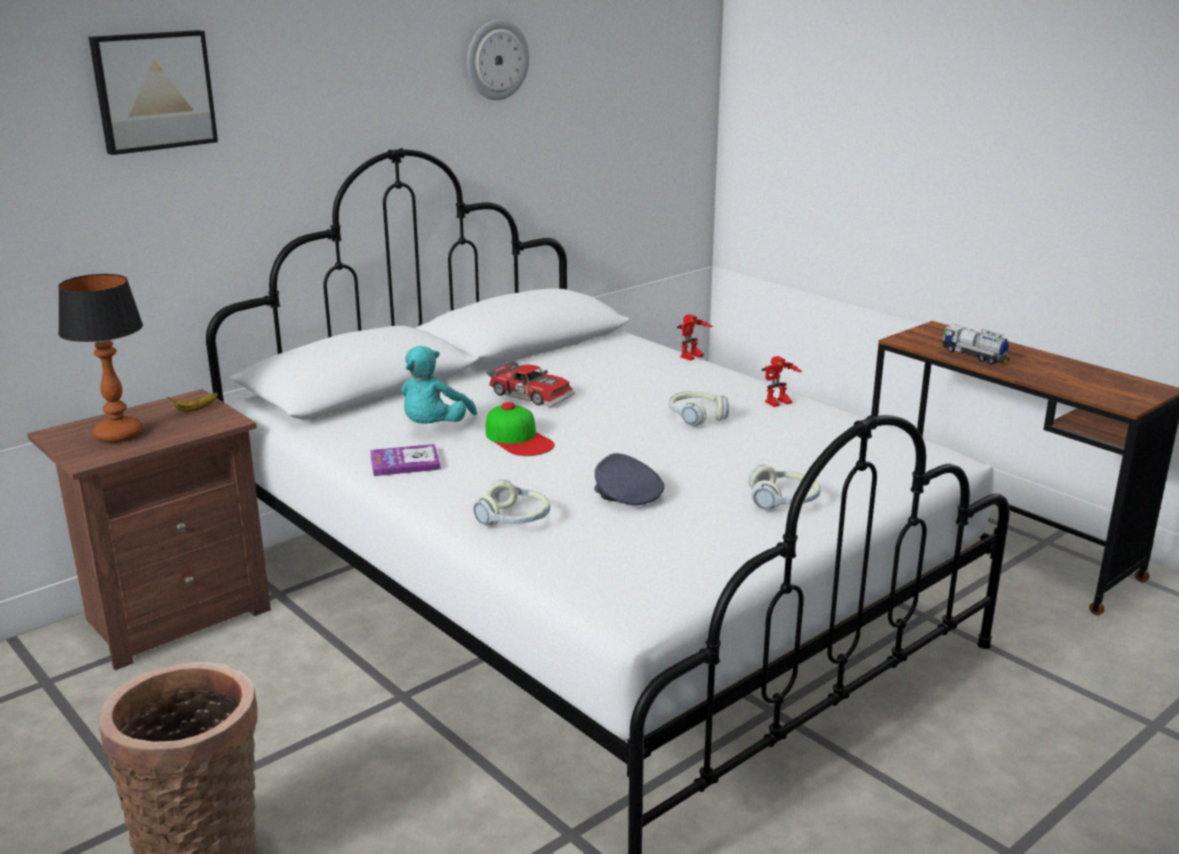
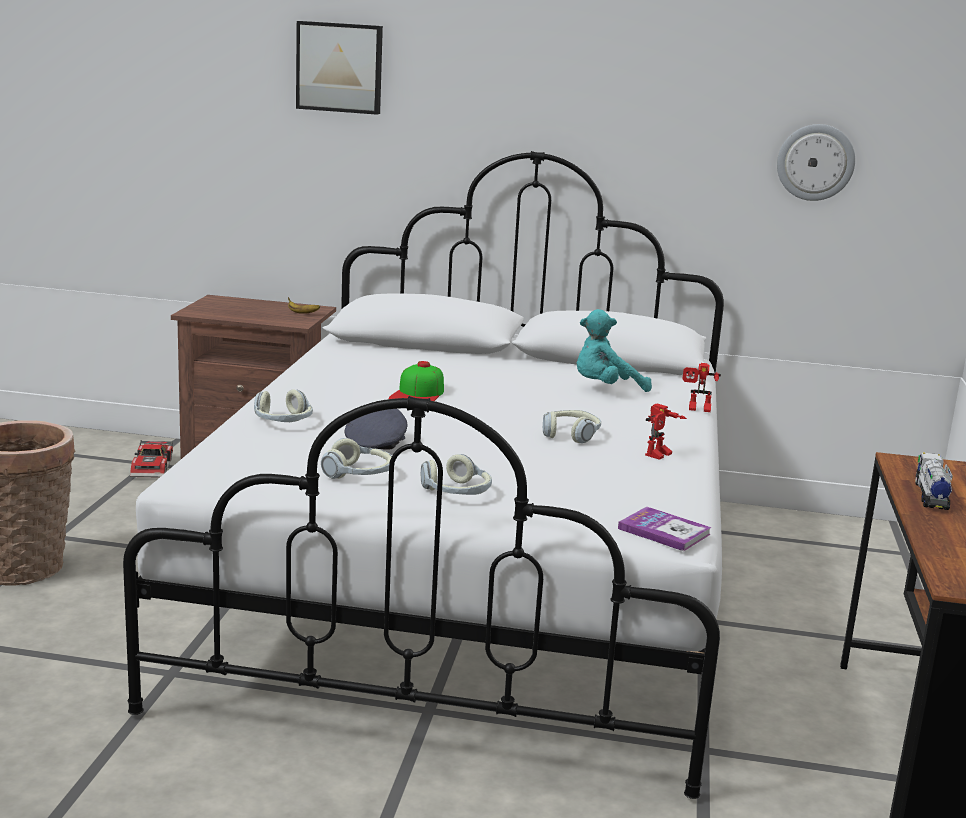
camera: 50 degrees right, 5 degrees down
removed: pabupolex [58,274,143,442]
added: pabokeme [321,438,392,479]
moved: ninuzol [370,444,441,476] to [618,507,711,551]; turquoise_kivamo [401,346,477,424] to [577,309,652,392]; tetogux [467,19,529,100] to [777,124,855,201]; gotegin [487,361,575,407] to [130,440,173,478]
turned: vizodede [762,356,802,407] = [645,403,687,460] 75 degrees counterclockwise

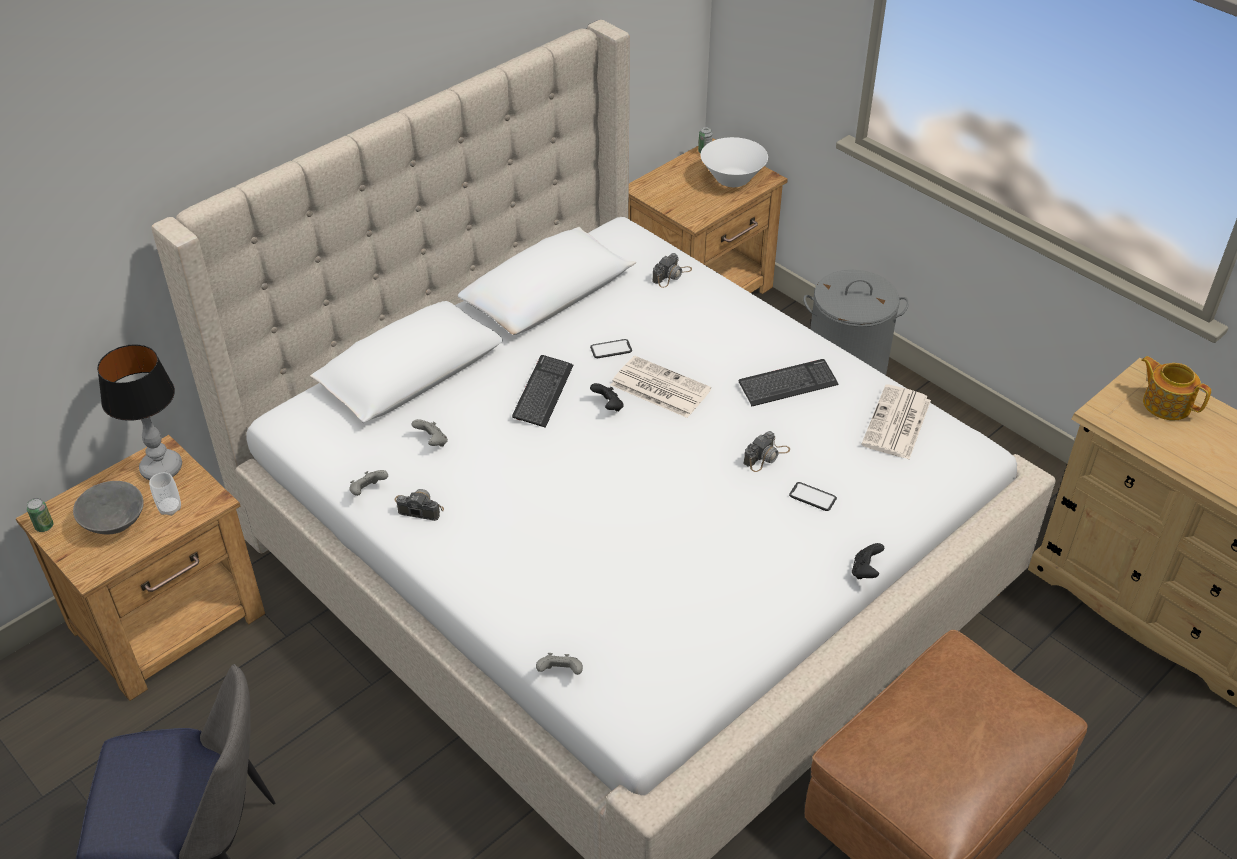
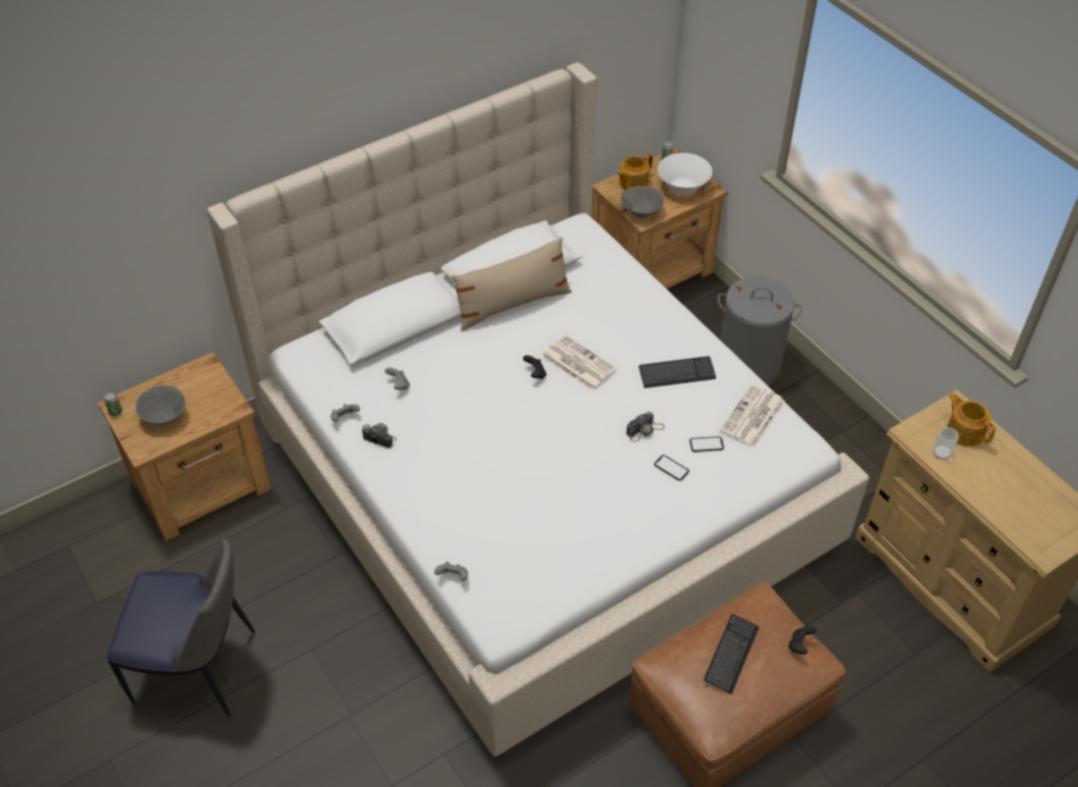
camera: 10 degrees right, 5 degrees up
removed: pabupolex [97,344,182,480]; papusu [652,253,692,288]
added: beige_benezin [451,237,572,331]; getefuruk [617,153,653,190]; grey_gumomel [621,186,664,218]
moved: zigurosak [149,472,181,516] to [933,427,959,461]; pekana [512,355,573,428] to [704,614,759,695]; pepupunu [590,339,632,358] to [689,436,724,452]; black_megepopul [852,543,884,579] to [788,626,816,654]

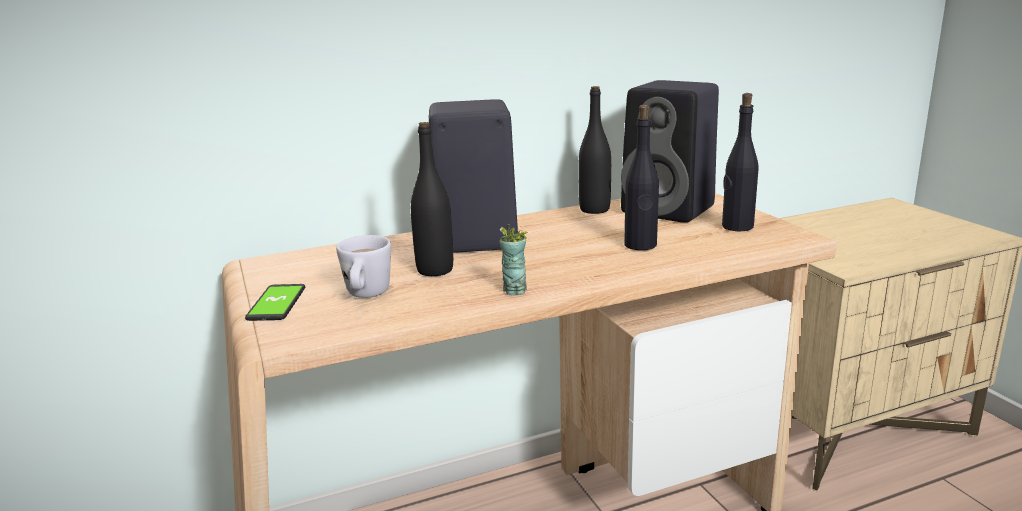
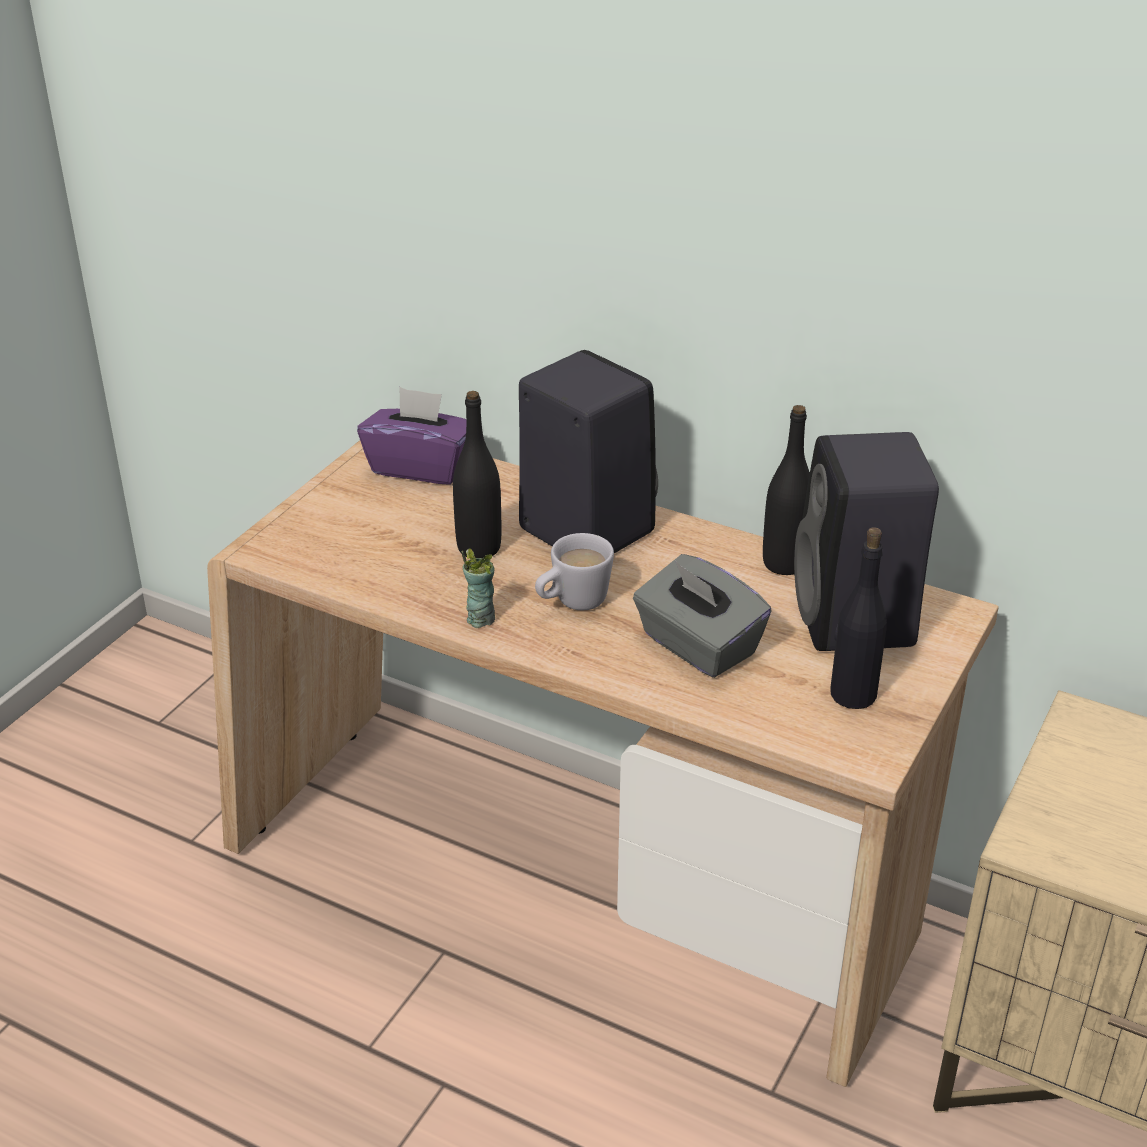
camera: 50 degrees right, 15 degrees up
removed: pepupunu [245,284,305,321]
added: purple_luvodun [357,387,466,485]
moved: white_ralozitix [336,235,391,298] to [535,533,614,610]
replaced: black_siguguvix [624,105,659,250] to grey_luvodun [633,554,772,678]

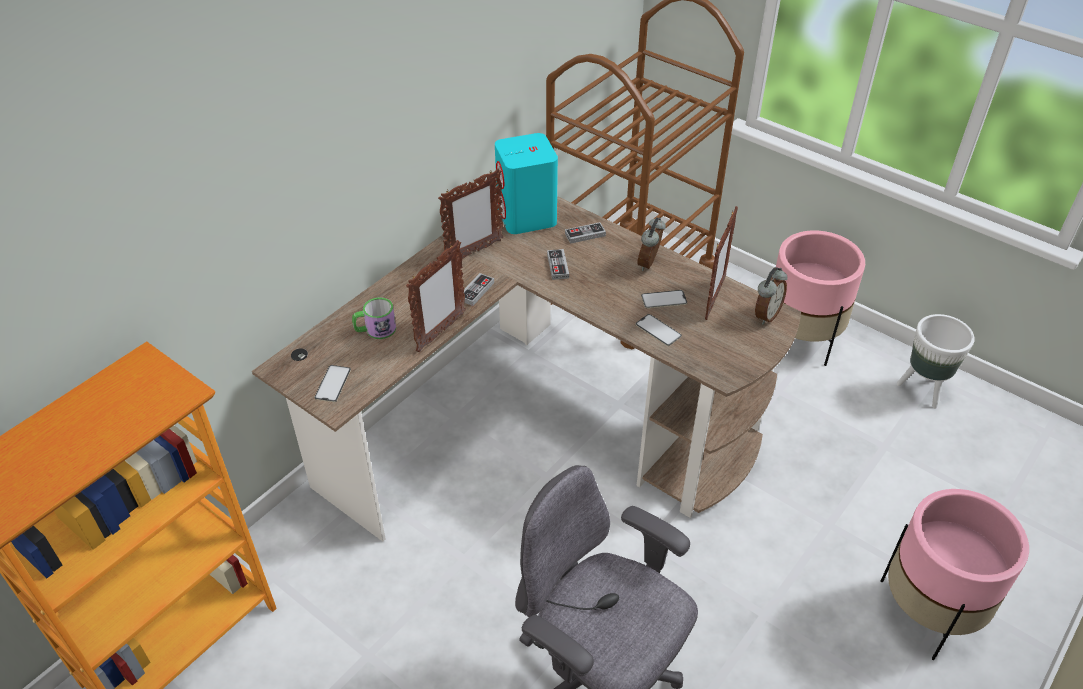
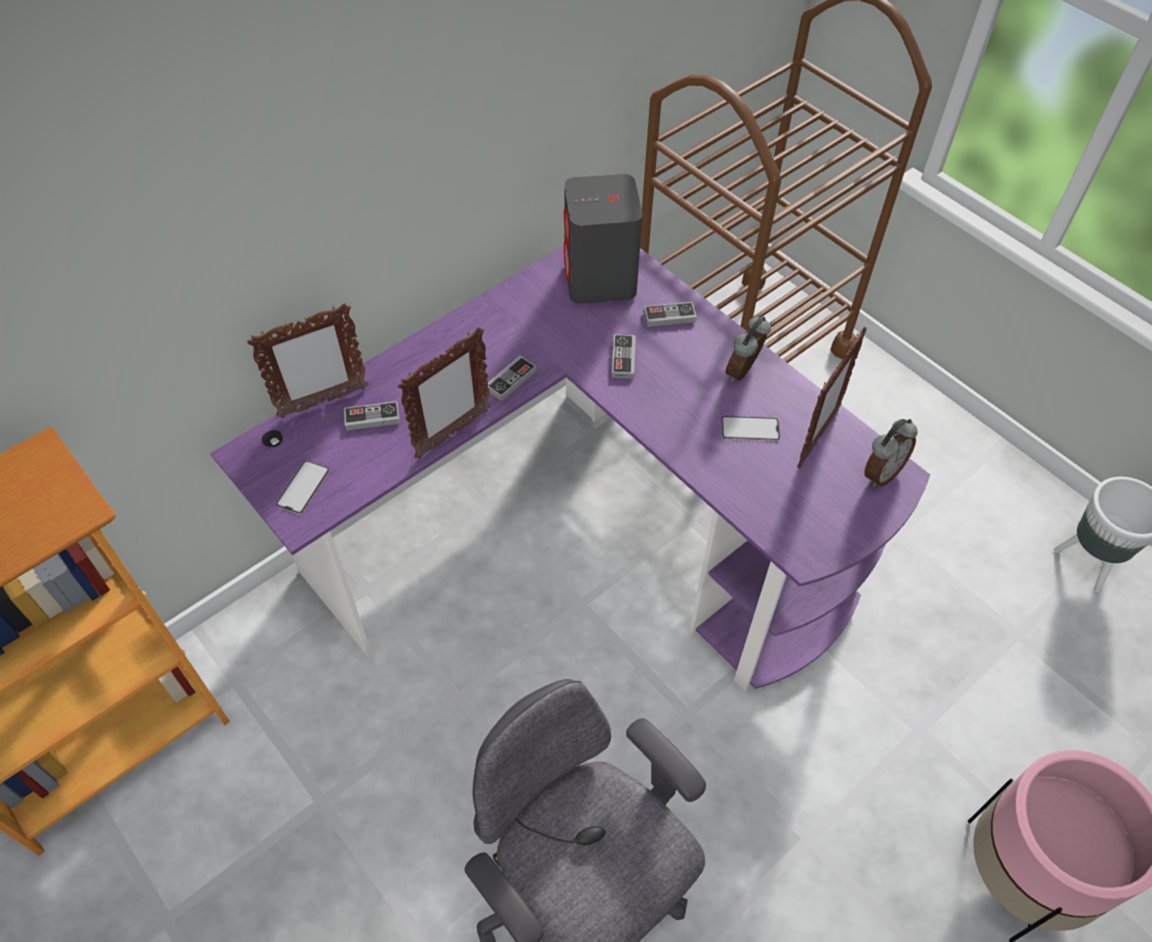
camera: 10 degrees right, 10 degrees up
removed: pepupunu [635,314,682,346]; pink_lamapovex [776,230,865,366]
moved: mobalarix [438,168,504,259] to [247,303,368,418]
replaced: ralozitix [352,297,396,339] to megepopul [344,401,400,431]
recoloured: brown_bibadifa [252,196,801,541] to purple_bibadifa [210,246,930,691]; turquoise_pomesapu [495,133,558,234] to grey_pomesapu [564,174,643,304]

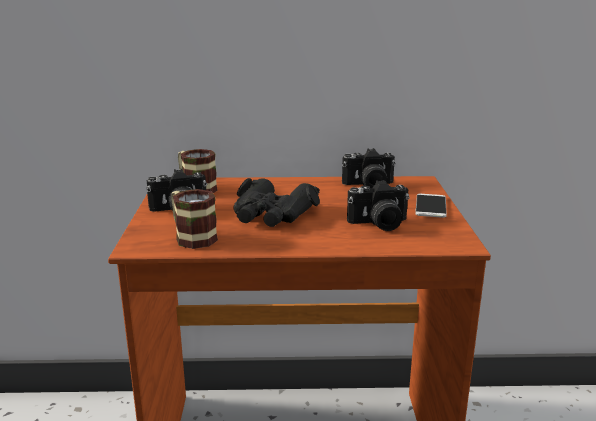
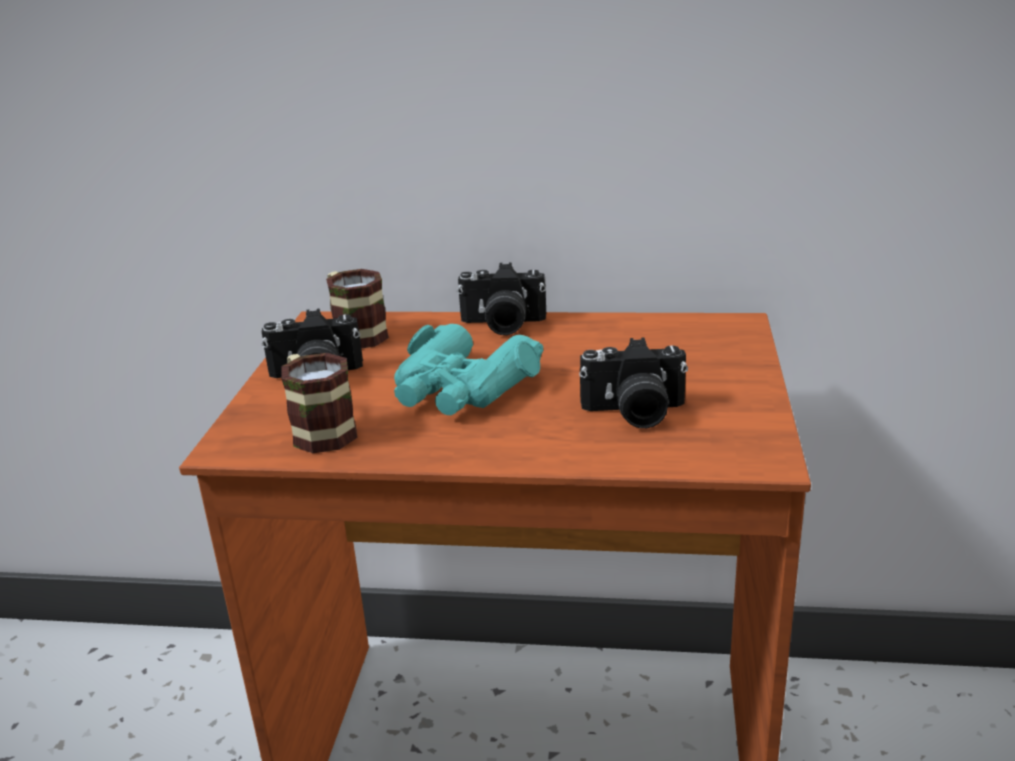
camera: 10 degrees right, 5 degrees up
removed: pepupunu [415,194,447,218]
moved: papusu [342,148,396,188] to [457,262,546,335]
recoloured: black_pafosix [233,178,320,227] to turquoise_pafosix [394,324,544,415]

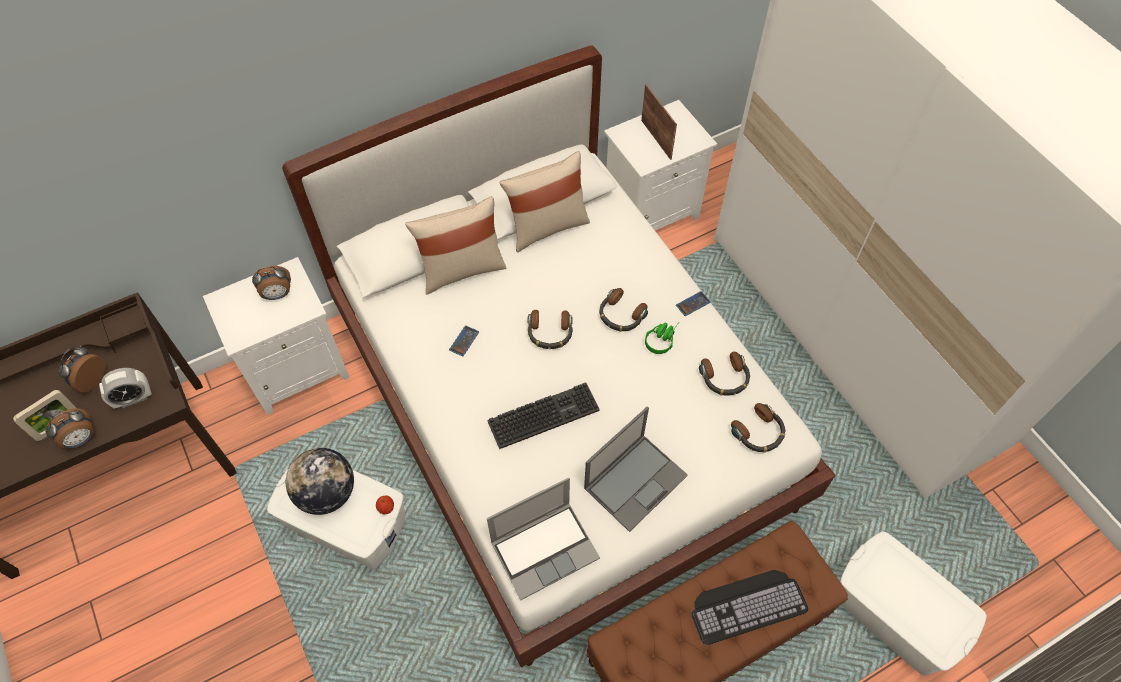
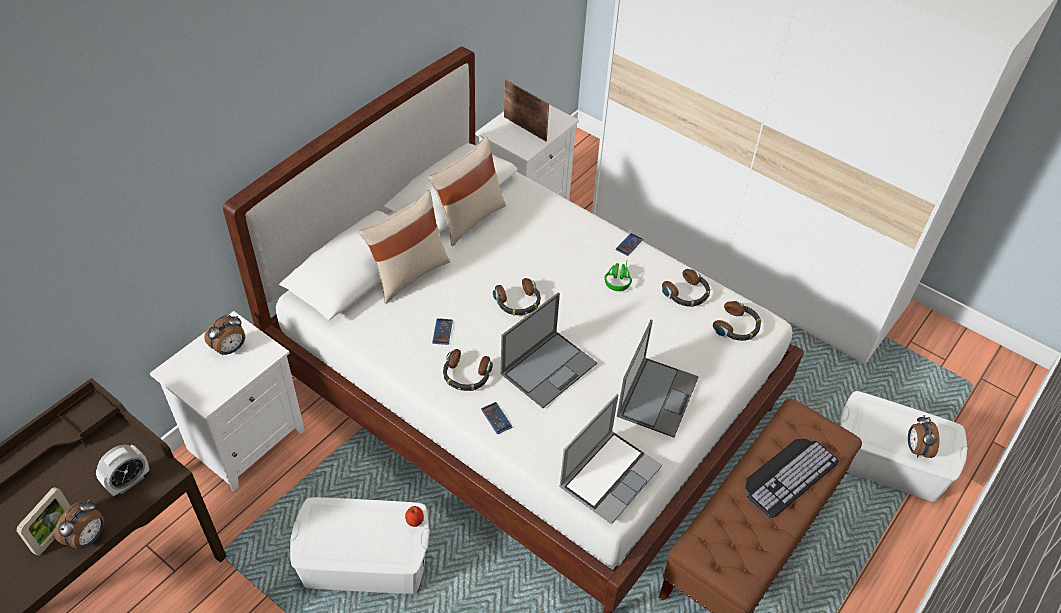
camera: 25 degrees left, 10 degrees down
removed: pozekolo [286,448,354,515]
added: pepupunu [481,402,512,434]
moved: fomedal [58,346,106,393] to [908,415,940,458]; pabokeme [599,288,648,332] to [443,349,493,391]
replaced: pekana [487,382,600,449] to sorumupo [501,292,597,408]

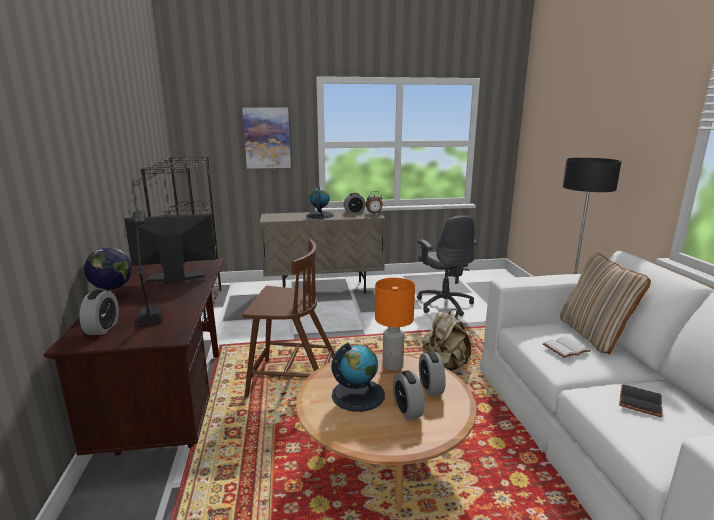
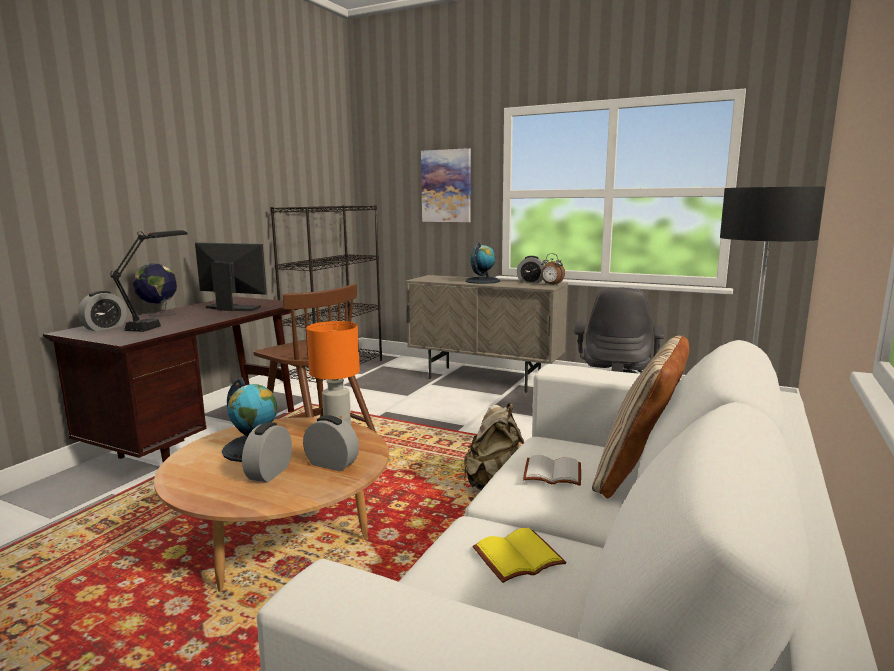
camera: 35 degrees right, 5 degrees down
recoloured: black_ninuzol [619,384,662,418] to yellow_ninuzol [473,528,567,583]
turned: fomedal [419,351,446,396] = [303,415,359,471] 90 degrees clockwise

